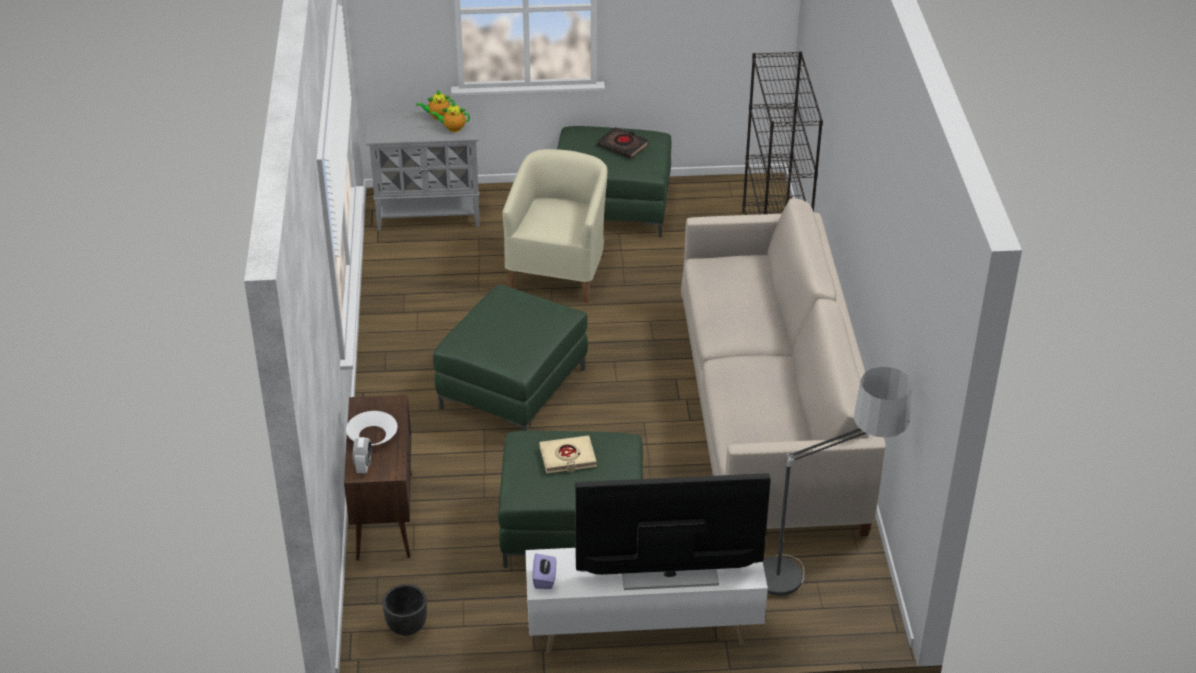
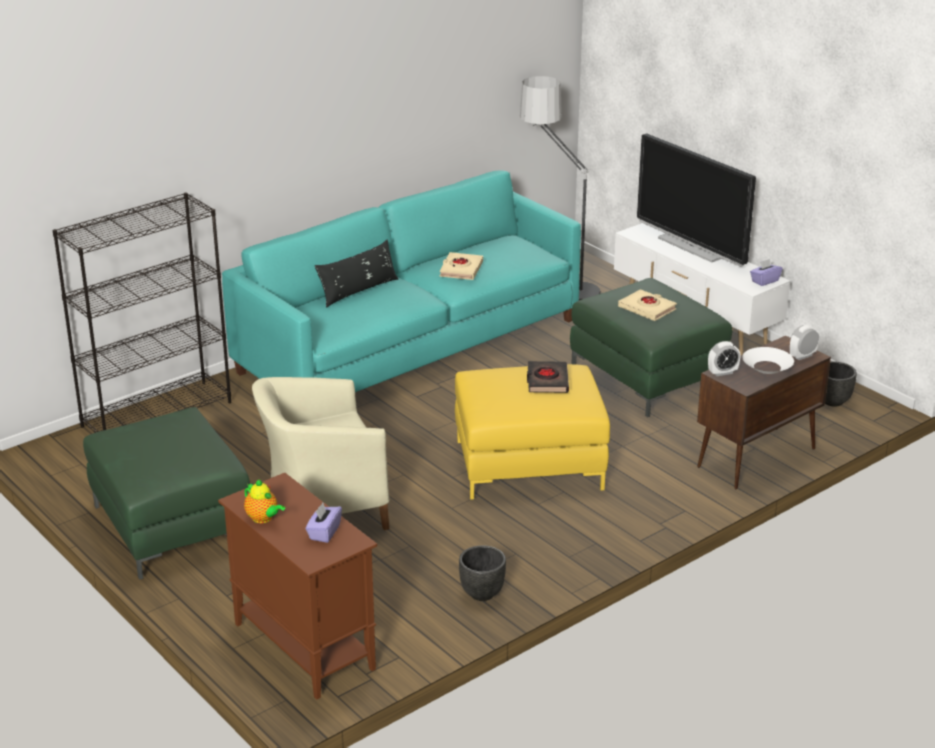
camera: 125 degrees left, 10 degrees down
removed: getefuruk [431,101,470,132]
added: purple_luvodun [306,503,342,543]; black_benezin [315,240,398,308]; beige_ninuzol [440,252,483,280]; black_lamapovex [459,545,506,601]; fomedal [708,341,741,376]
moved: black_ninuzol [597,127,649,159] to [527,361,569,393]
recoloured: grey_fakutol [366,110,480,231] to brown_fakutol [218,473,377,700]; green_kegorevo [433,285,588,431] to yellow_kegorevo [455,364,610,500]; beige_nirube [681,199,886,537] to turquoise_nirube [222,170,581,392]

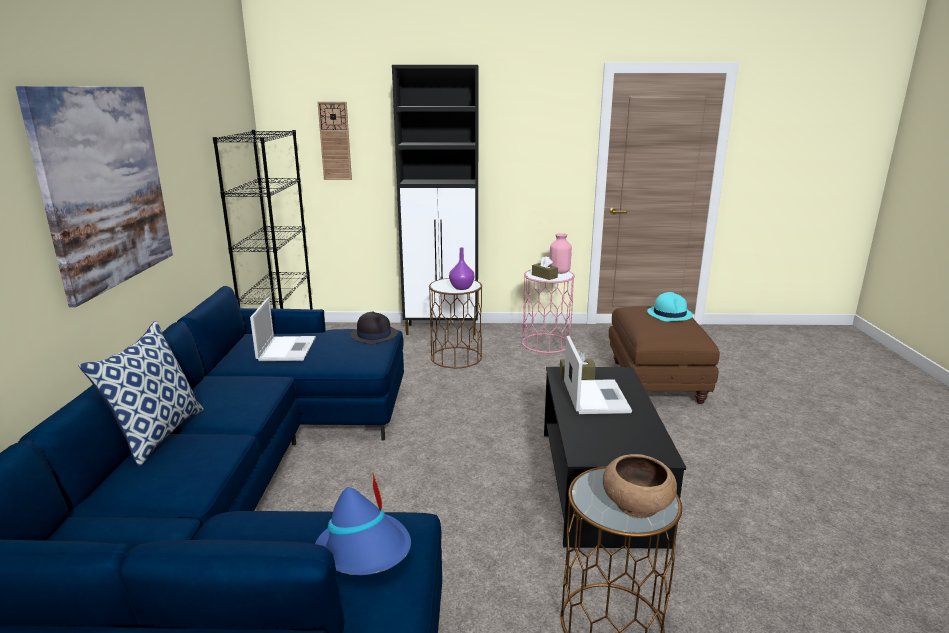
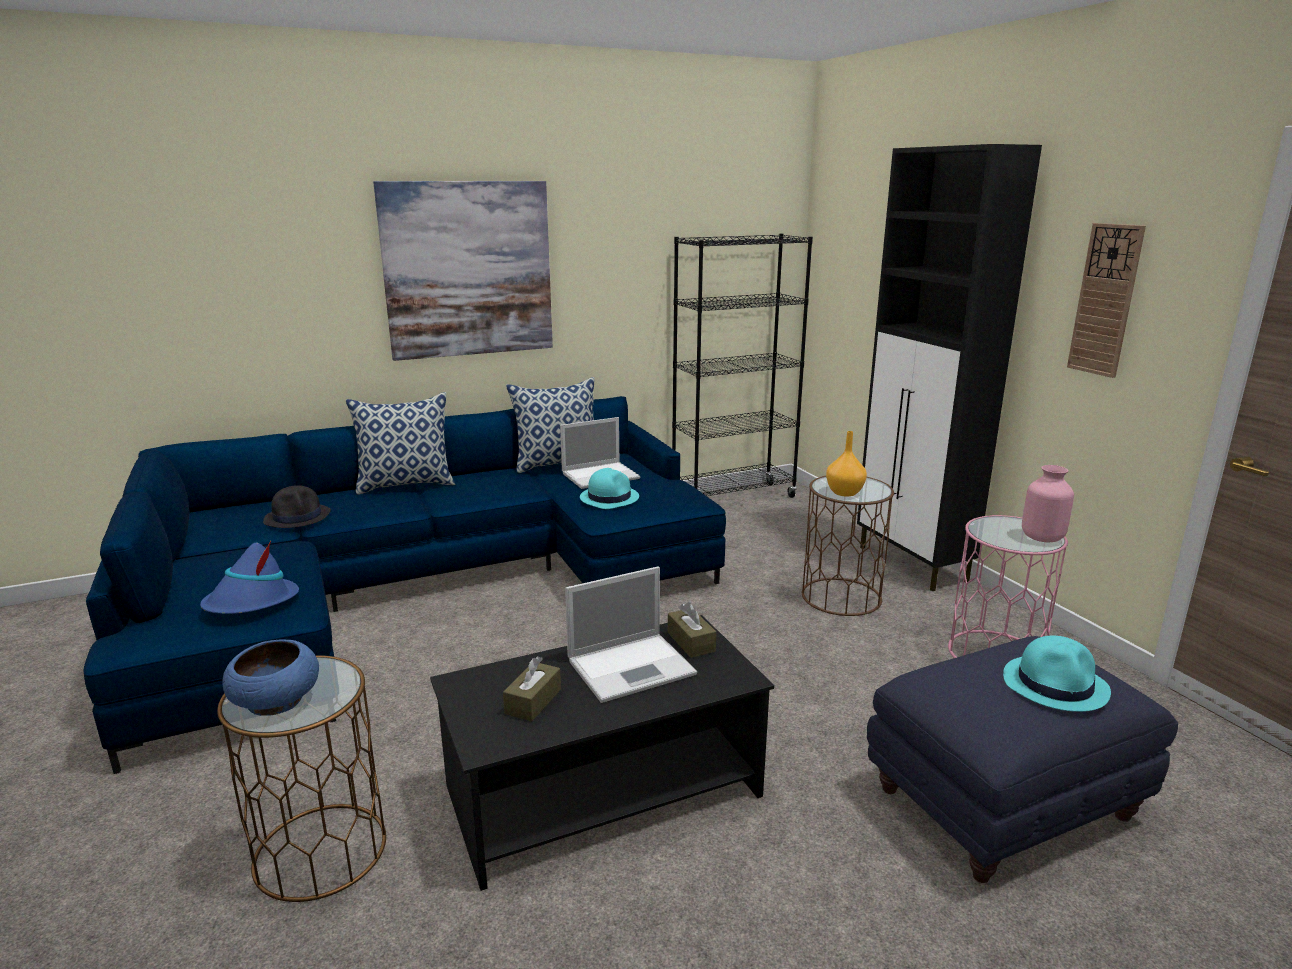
camera: 65 degrees right, 0 degrees up
added: benezin [506,377,594,474]; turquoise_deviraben [580,468,639,509]
moved: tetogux [317,102,352,180] to [1067,223,1146,378]; black_deviraben [350,312,398,344] to [263,485,331,528]; brown_luvodun [532,256,558,280] to [503,656,561,721]
recoloured: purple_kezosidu [449,247,474,290] to orange_kezosidu [826,431,867,496]; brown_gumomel [603,454,677,518] to blue_gumomel [222,640,319,716]; brown_kegorevo [609,306,720,404] to blue_kegorevo [867,636,1178,883]

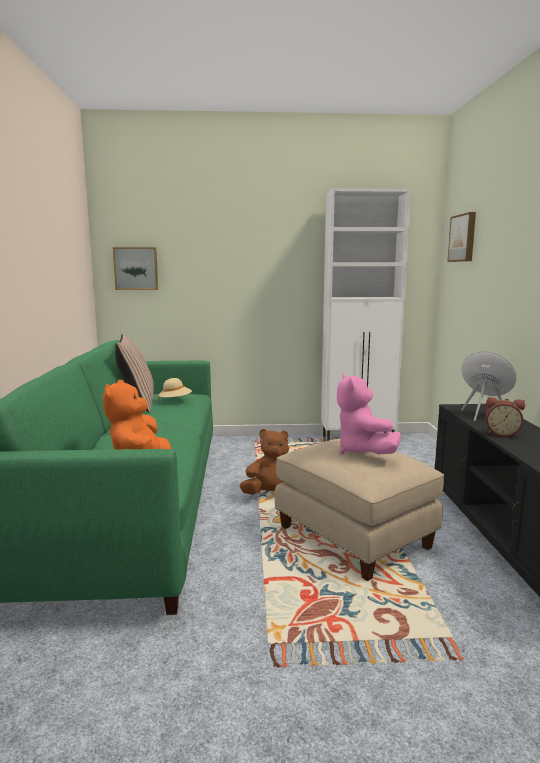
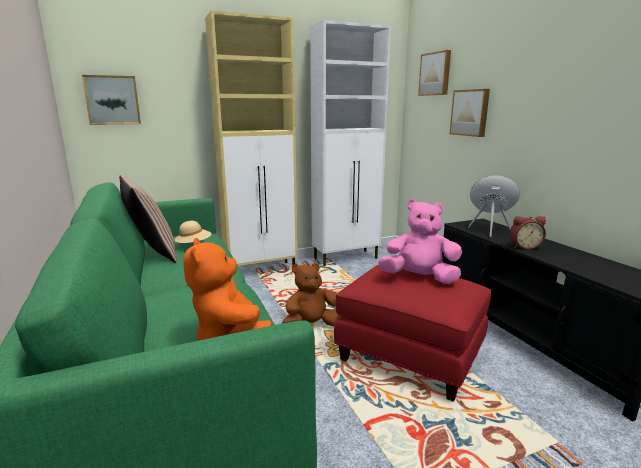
camera: 20 degrees left, 5 degrees up
added: beige_fakutol [205,11,298,266]; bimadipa [450,89,490,137]
recoloured: beige_kegorevo [275,438,444,581] to red_kegorevo [334,265,492,402]
turned: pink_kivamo [337,374,401,455] = [378,200,462,284] 135 degrees clockwise

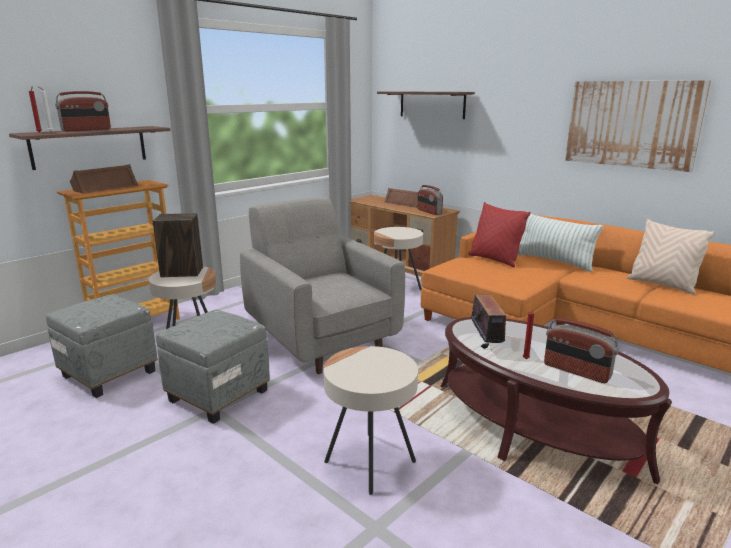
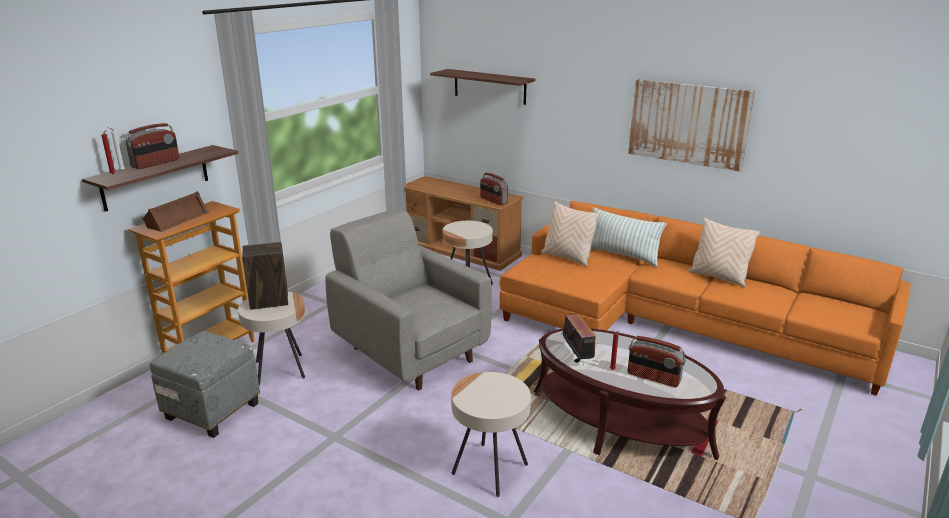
camera: 10 degrees left, 5 degrees up
removed: grey_kegorevo [156,310,270,424]; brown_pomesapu [384,188,418,208]
recoloured: red_benezin [468,202,531,267] to beige_benezin [541,201,600,266]

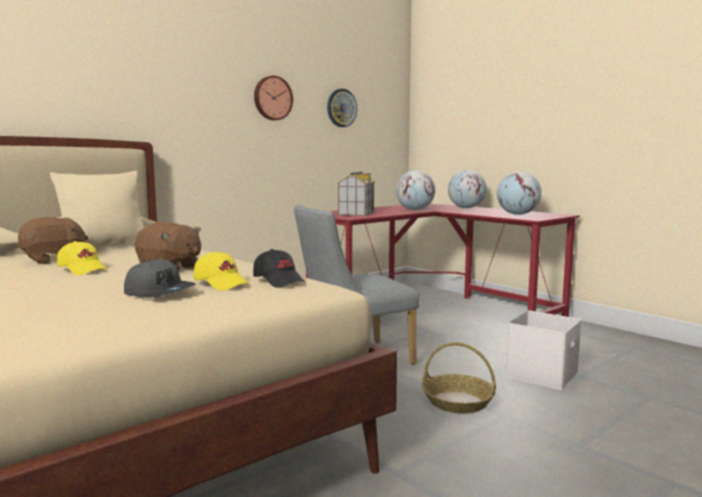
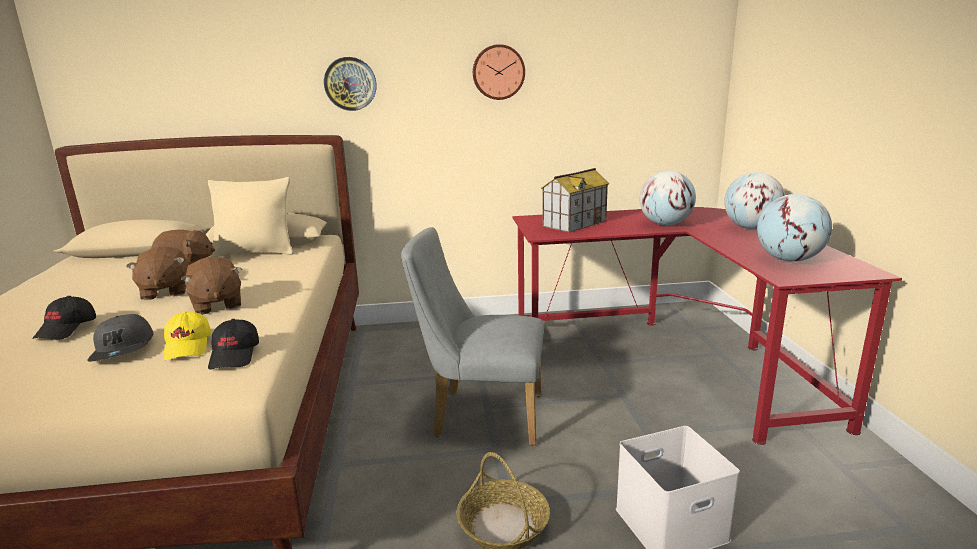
camera: 35 degrees right, 10 degrees up
added: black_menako [33,296,96,340]
moved: tetogux [327,89,357,127] to [324,57,377,111]
replaced: yellow_menako [57,241,108,275] to brown_kivamo [126,246,188,300]

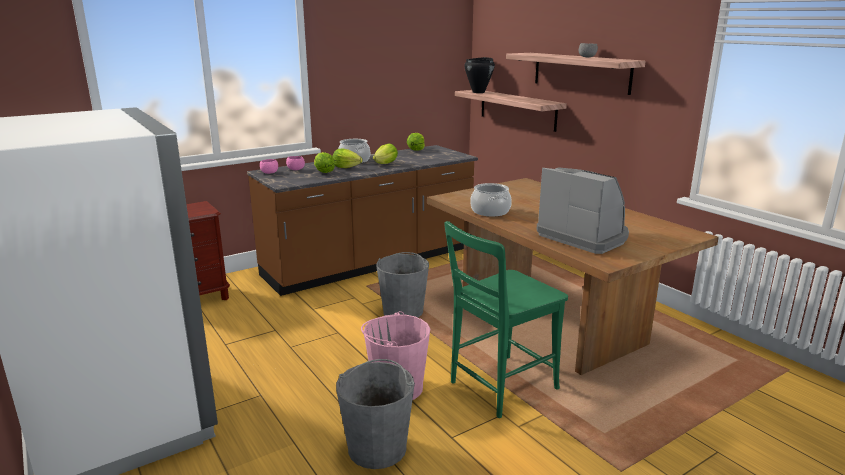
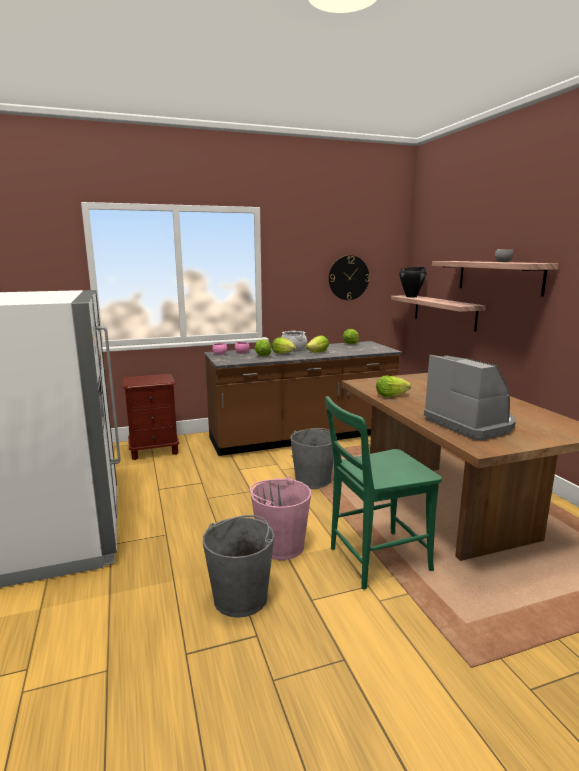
camera: 15 degrees right, 5 degrees down
added: tetogux [329,255,369,300]
replaced: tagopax [470,183,512,217] to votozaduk [376,376,411,397]

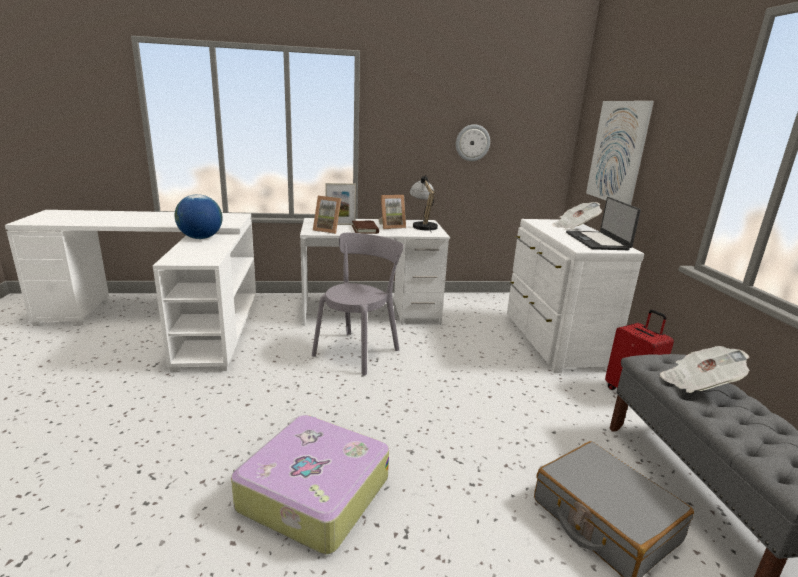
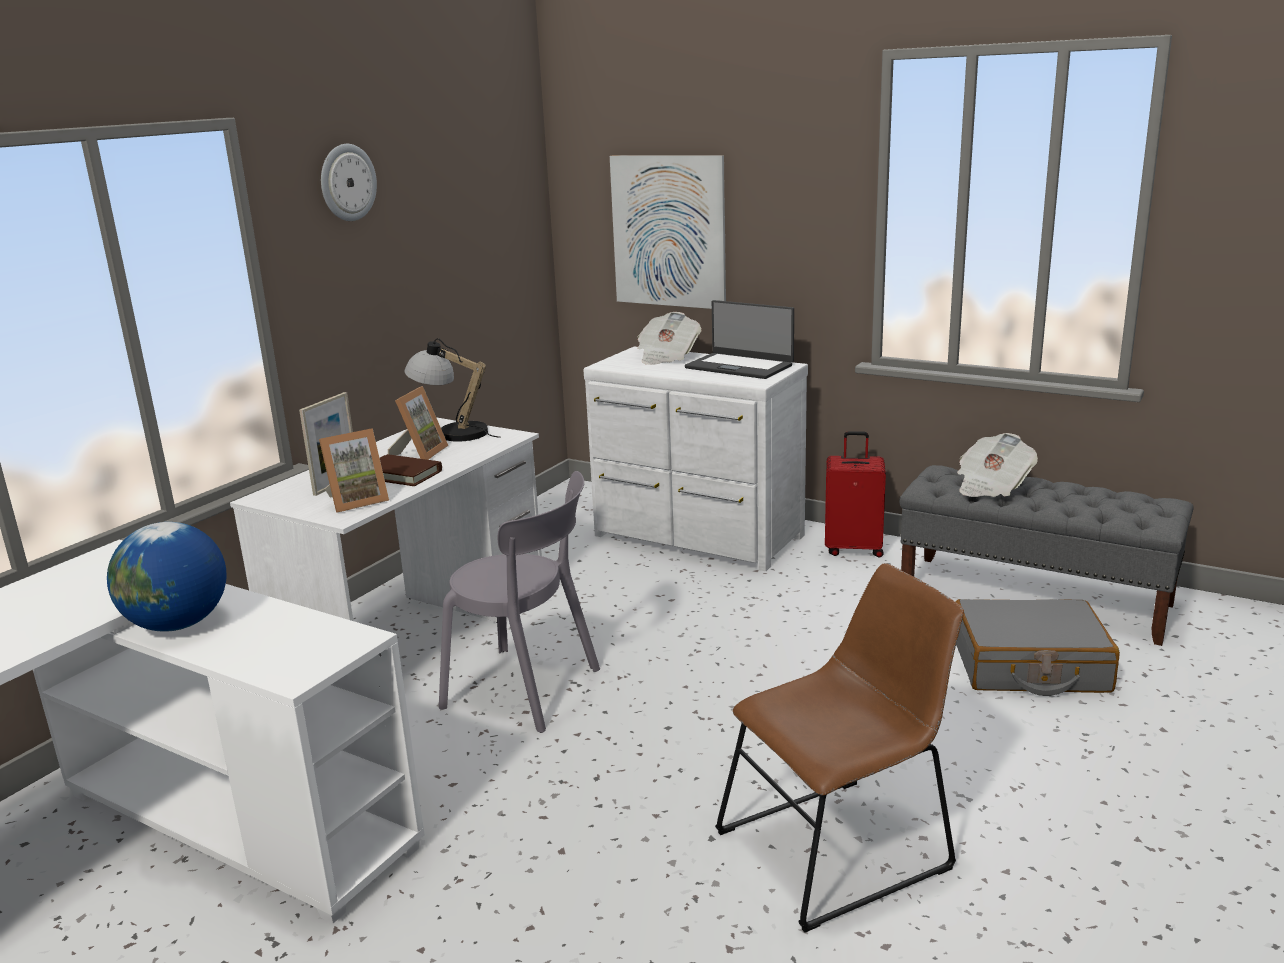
camera: 50 degrees left, 0 degrees up
moved: tetogux [456,124,490,161] to [321,144,377,221]
replaced: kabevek [231,415,389,554] to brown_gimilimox [715,563,964,933]
turned: grey_gimilimox [312,233,404,375] = [439,471,600,733] 135 degrees clockwise

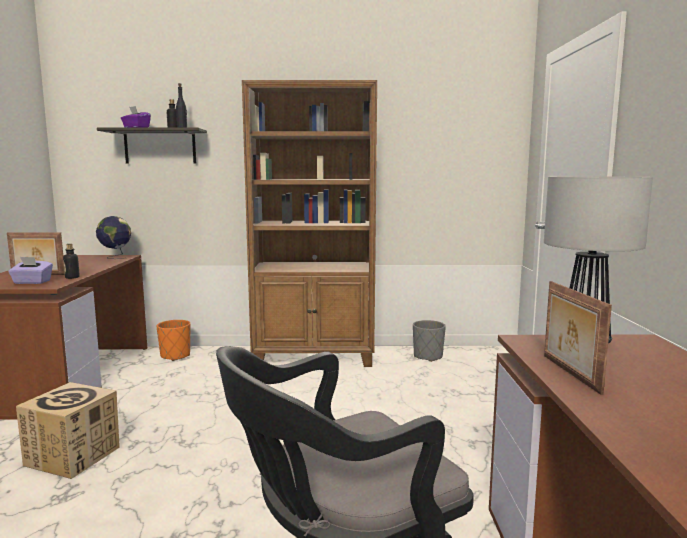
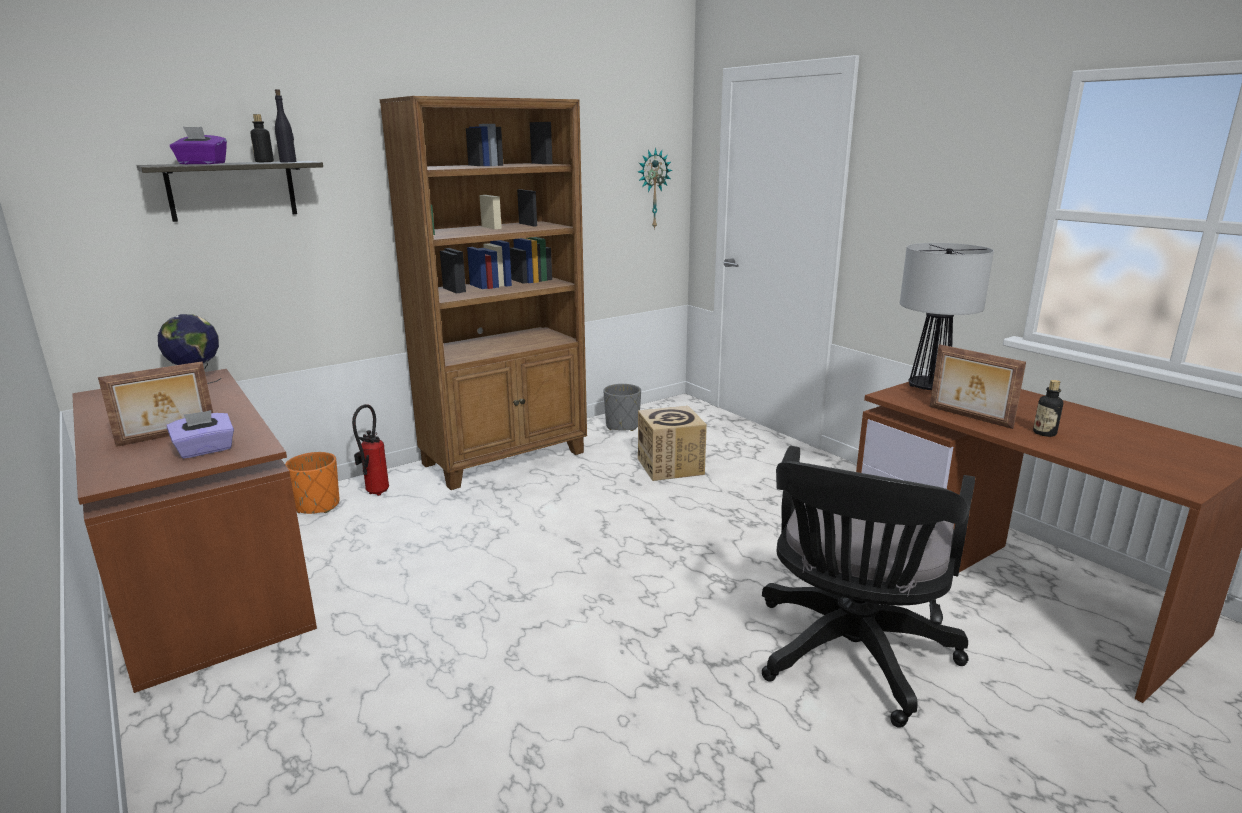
camera: 35 degrees left, 10 degrees up
added: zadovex [352,404,389,496]; tetogux [638,148,672,230]
moved: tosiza [16,382,120,479] to [638,406,707,481]; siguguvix [63,244,80,279] to [1033,380,1063,437]

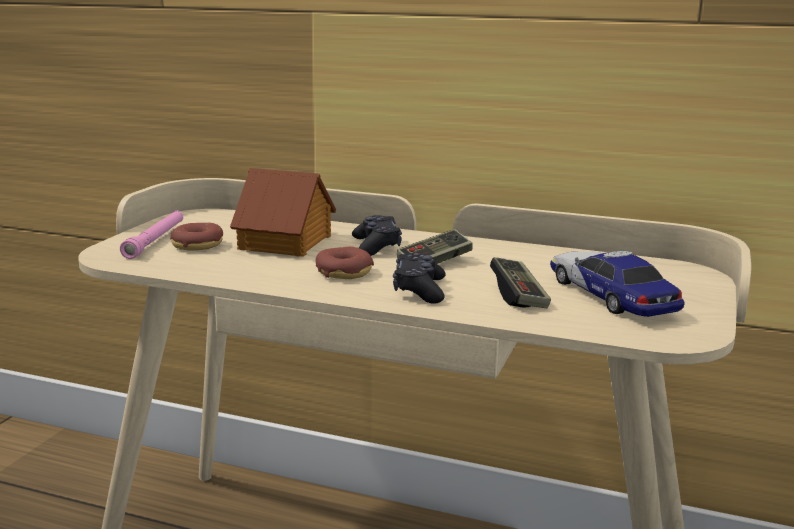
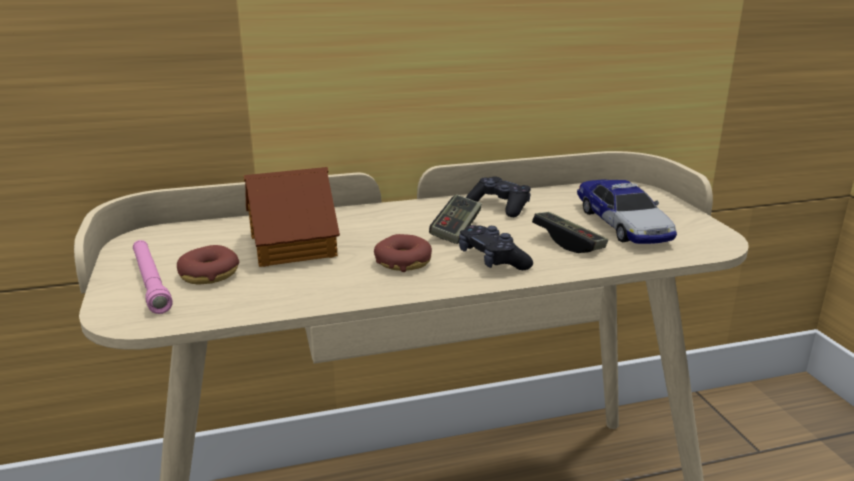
camera: 35 degrees left, 5 degrees up
moved: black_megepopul [352,215,402,256] to [466,176,531,217]
turned: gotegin [550,251,685,317] = [577,179,677,244] 135 degrees counterclockwise

